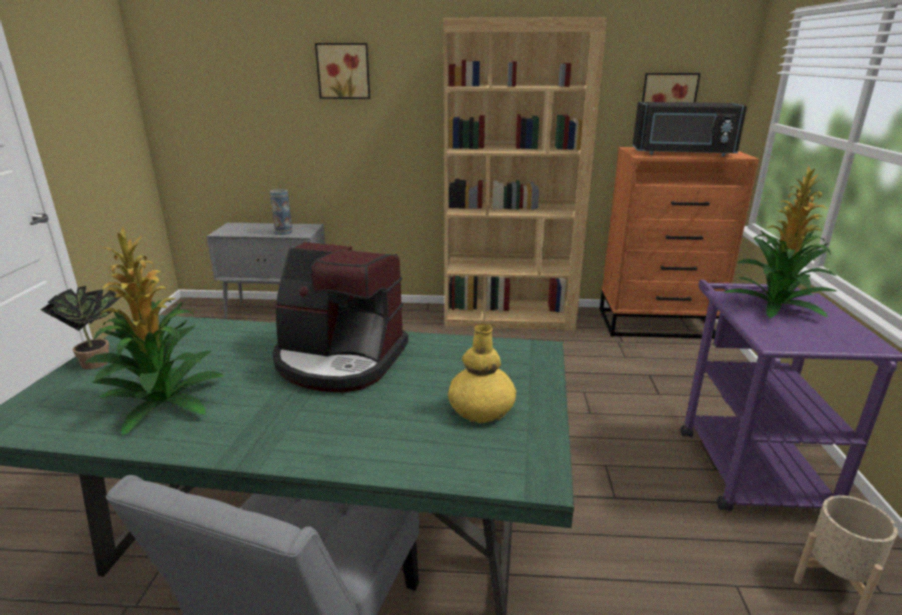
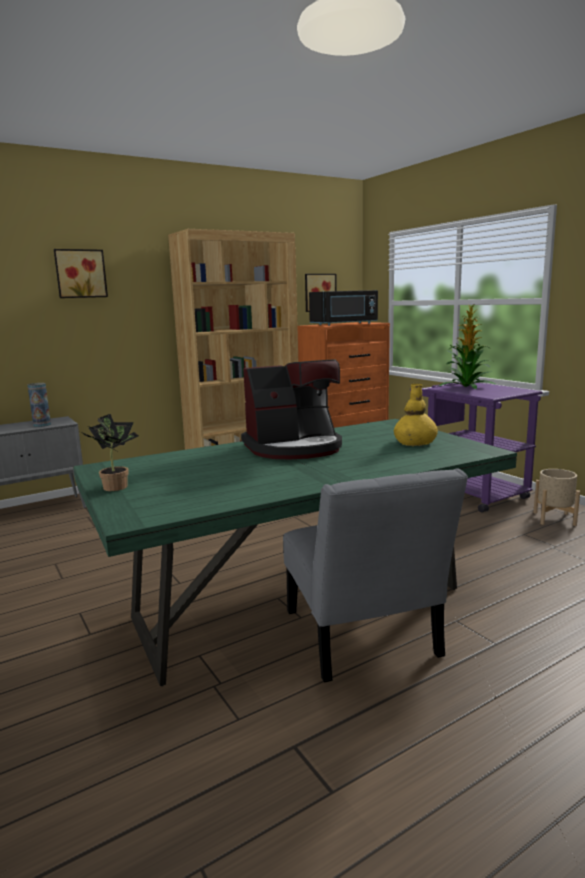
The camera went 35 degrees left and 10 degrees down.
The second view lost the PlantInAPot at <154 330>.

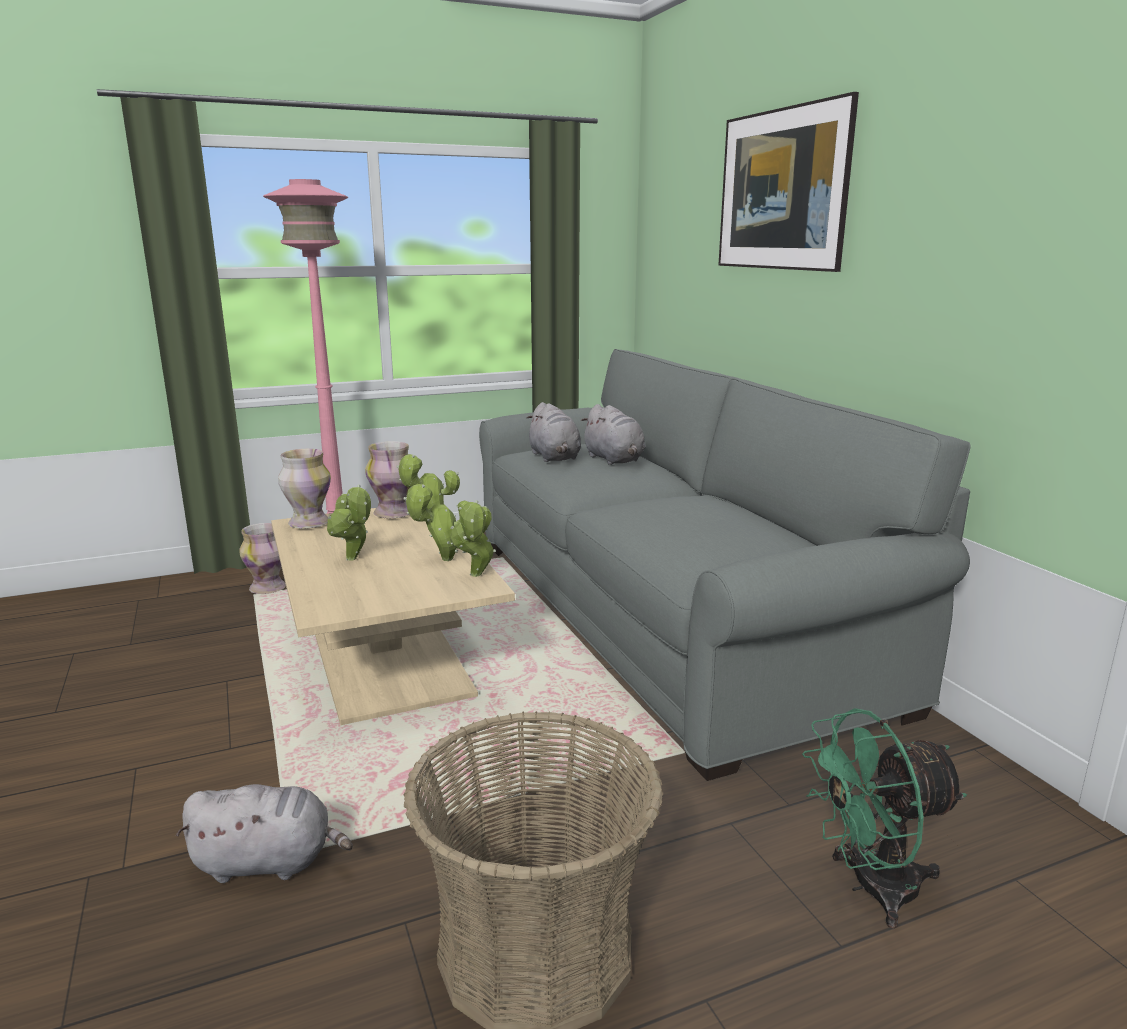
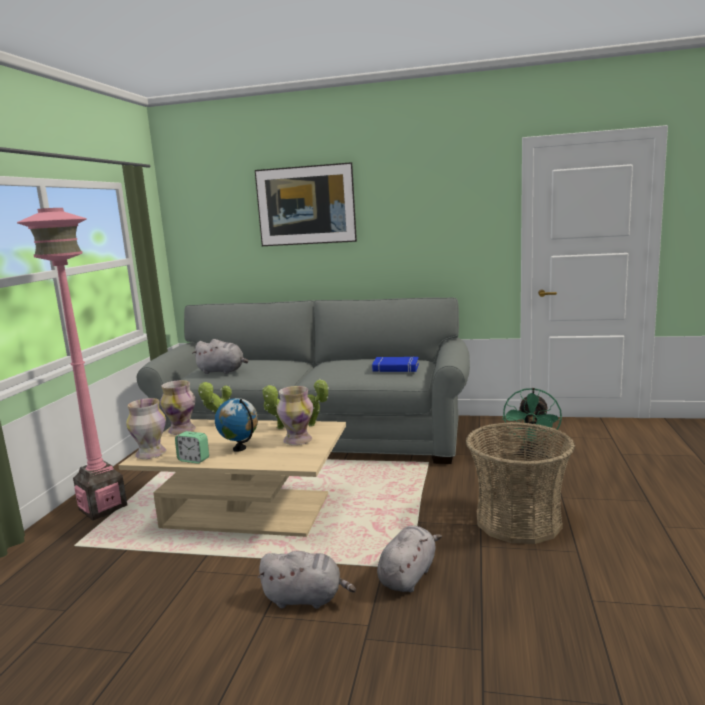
The camera went 55 degrees left and 5 degrees down.
The GreyCuddlyToy ended up elsewhere, having gone from <613 434> to <306 580>.
Where the PlantInAPot stood at <349 523>, the Globe came to stand at <236 425>.
The Vase ended up elsewhere, having gone from <262 558> to <295 415>.
The second view gained the BlueBook at <395 364>.
The second view gained the AlarmClock at <192 447>.

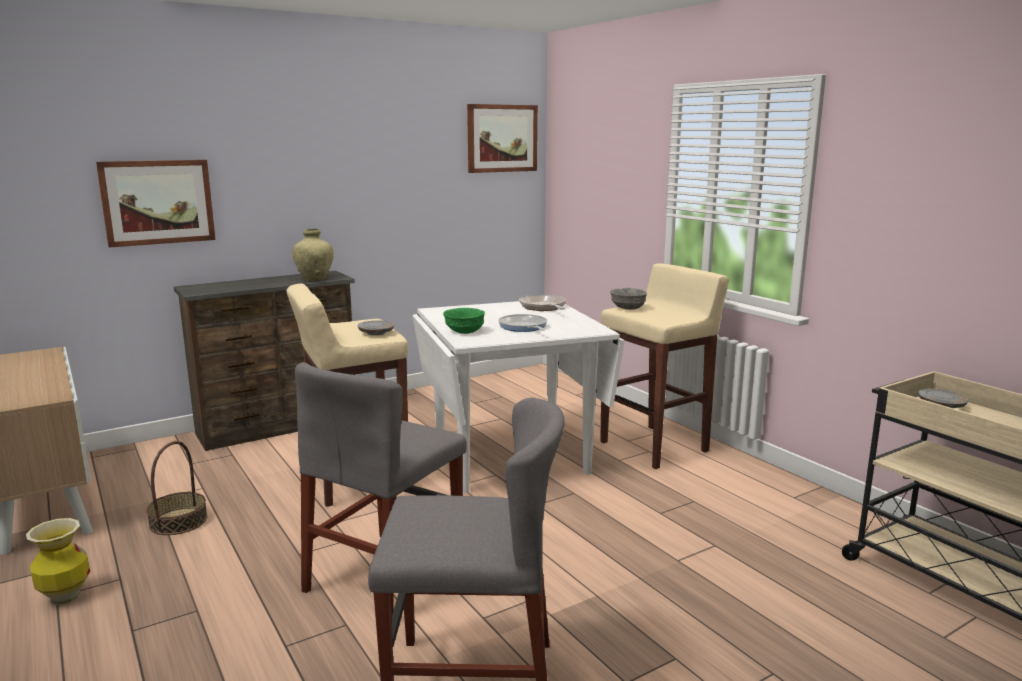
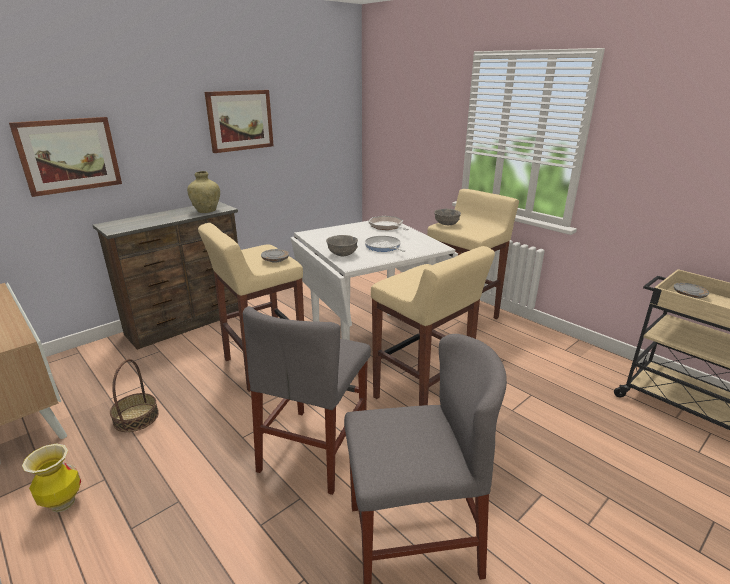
The camera went 10 degrees left and 10 degrees up.
The WallPicture ended up elsewhere, having gone from <502 138> to <239 121>.
What was the GreenishDeepDish at <464 321> turned into the GreyDeepDish at <342 245>.
The second view gained the SandColouredStoolSeat at <433 326>.

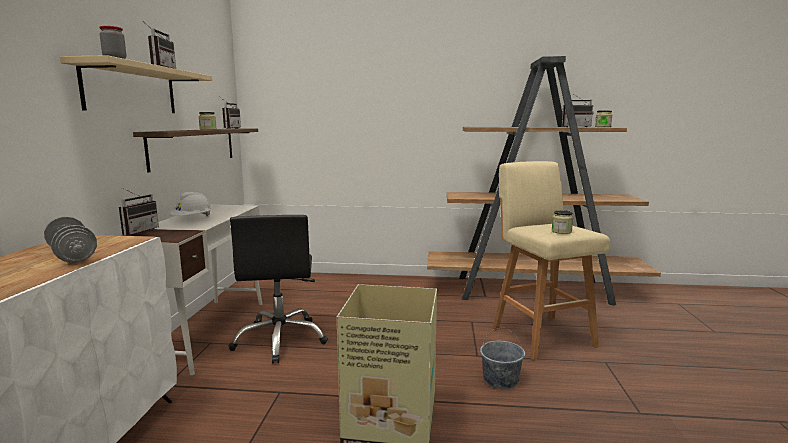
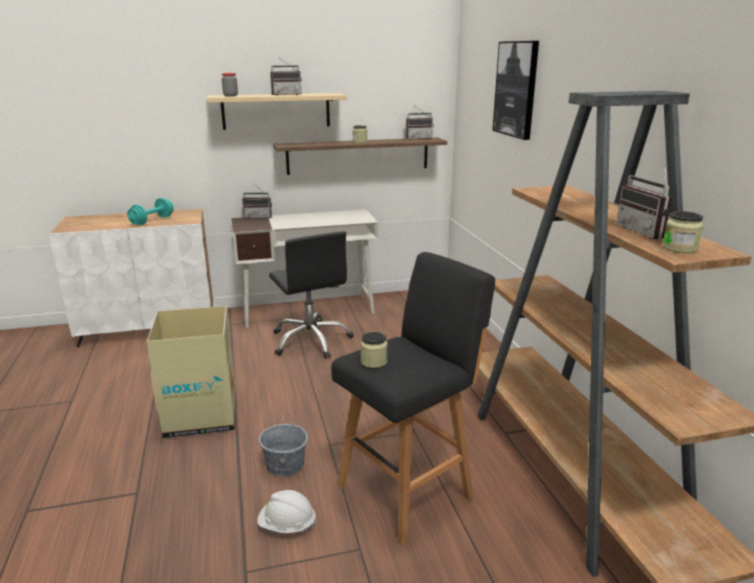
The camera went 70 degrees right and 10 degrees up.
What was the SandColouredStoolSeat at <551 260> turned into the BlackStoolSeat at <413 398>.
The WhiteColouredSafetyHelmet ended up elsewhere, having gone from <191 204> to <287 511>.
The BlackDeskChair at <278 289> ended up facing another way, 90 degrees counterclockwise from before.
What was the GreyDumbbell at <70 239> turned into the TurquoiseDumbbell at <150 211>.
The second view gained the WallPicture at <515 90>.

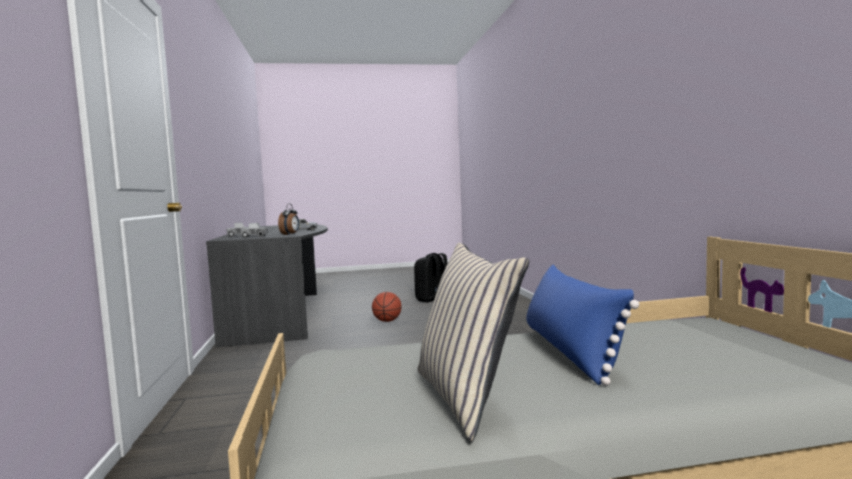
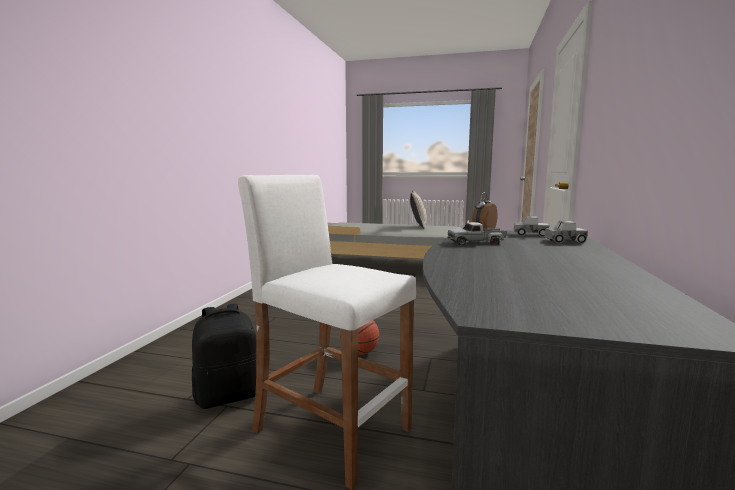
The camera went 155 degrees left and 5 degrees up.
The second view lost the BlueCushion at <582 325>.
The second view gained the WhiteColouredStoolSeat at <327 332>.

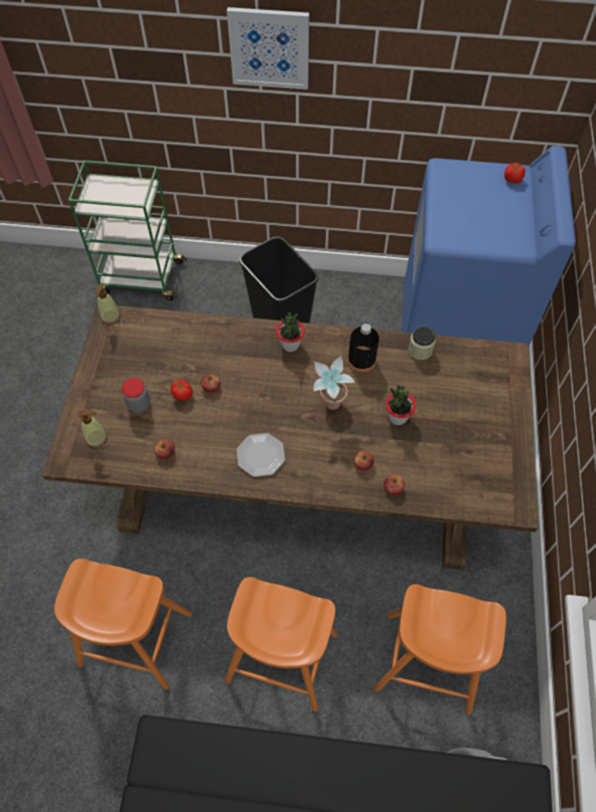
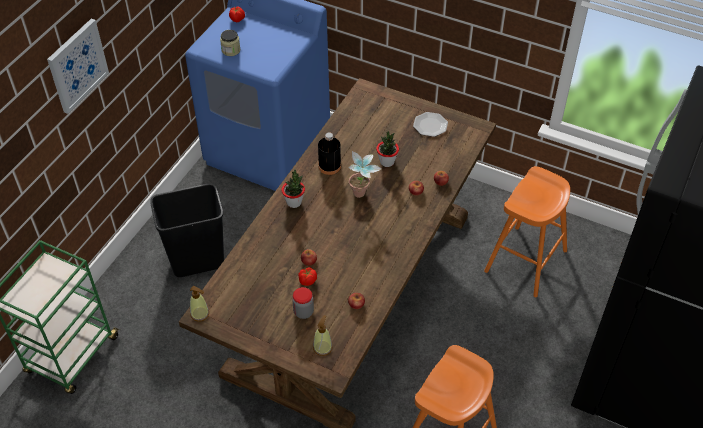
The camera went 70 degrees left and 10 degrees down.
The StorageJar ended up elsewhere, having gone from <422 343> to <230 43>.
The Plate ended up elsewhere, having gone from <261 455> to <430 124>.
The second view lost the OrangeStoolSeat at <281 644>.

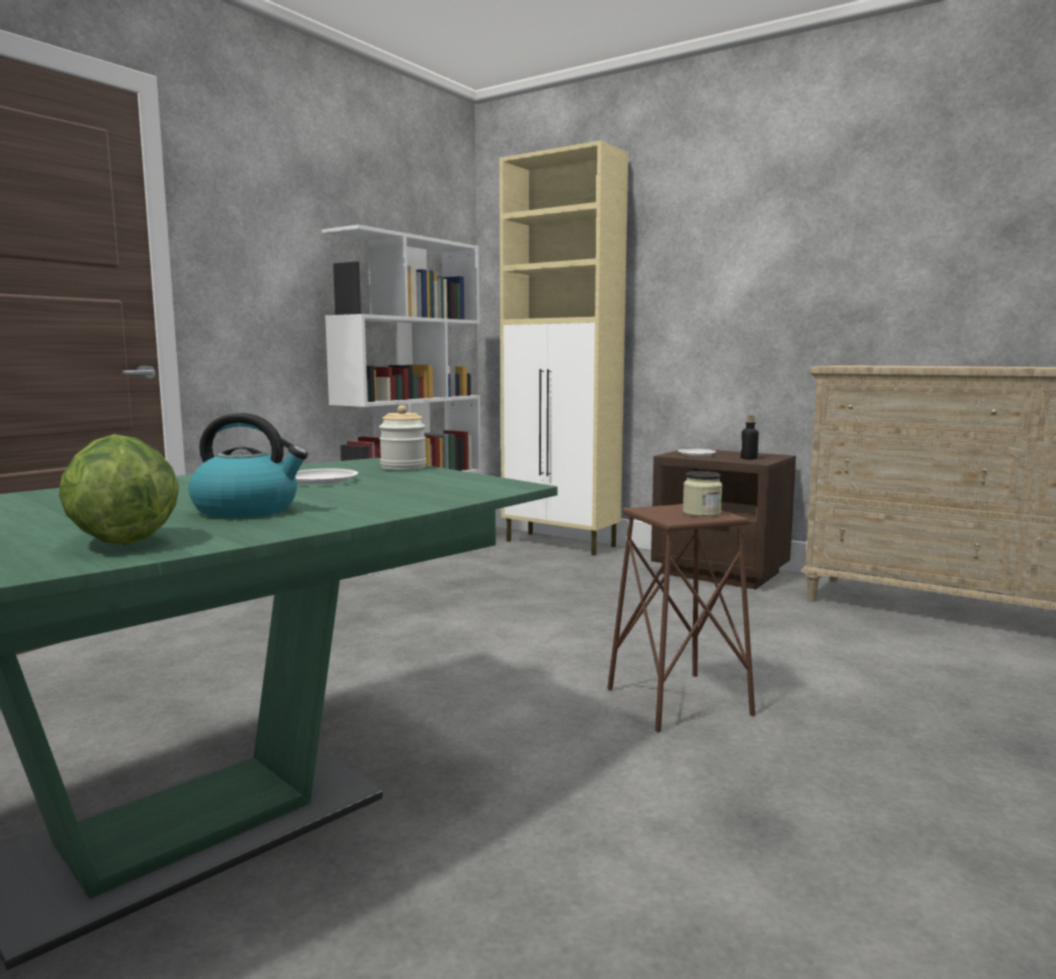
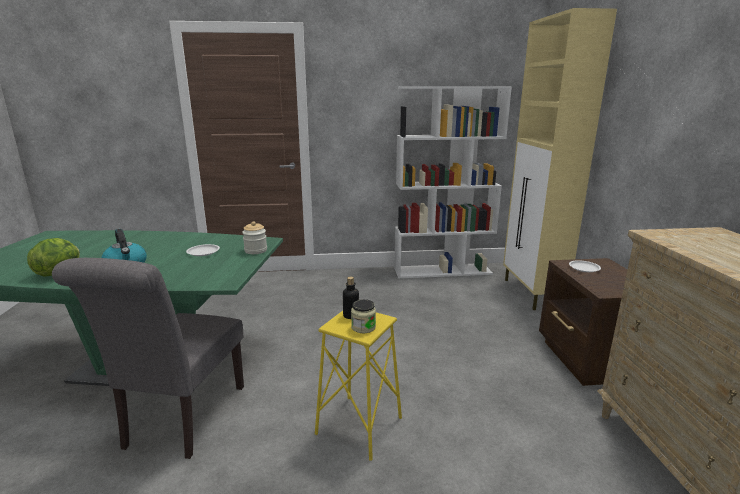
The camera went 50 degrees right and 10 degrees up.
The Bottle ended up elsewhere, having gone from <750 437> to <351 298>.
What was the BrownColouredStoolSeat at <681 618> turned into the YellowStoolSeat at <358 386>.
The second view gained the GreyUprightChair at <148 358>.

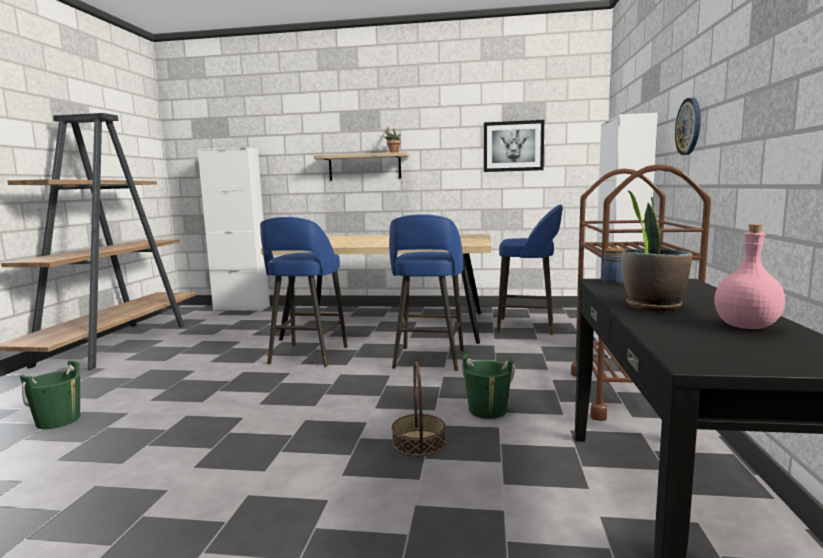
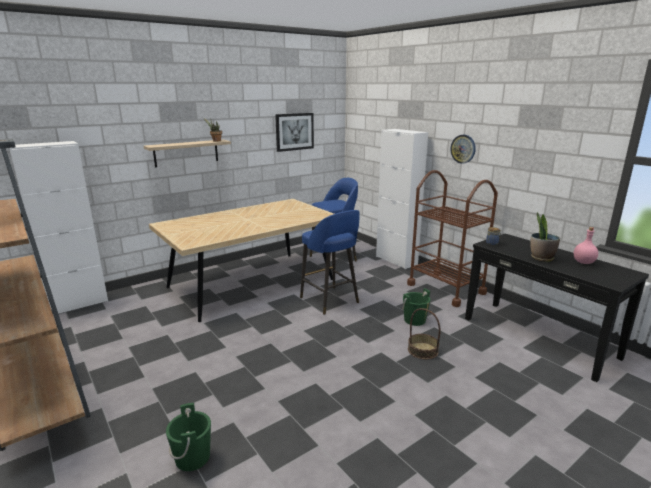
The camera went 45 degrees left and 10 degrees up.
The second view lost the BlueStoolSeat at <303 292>.

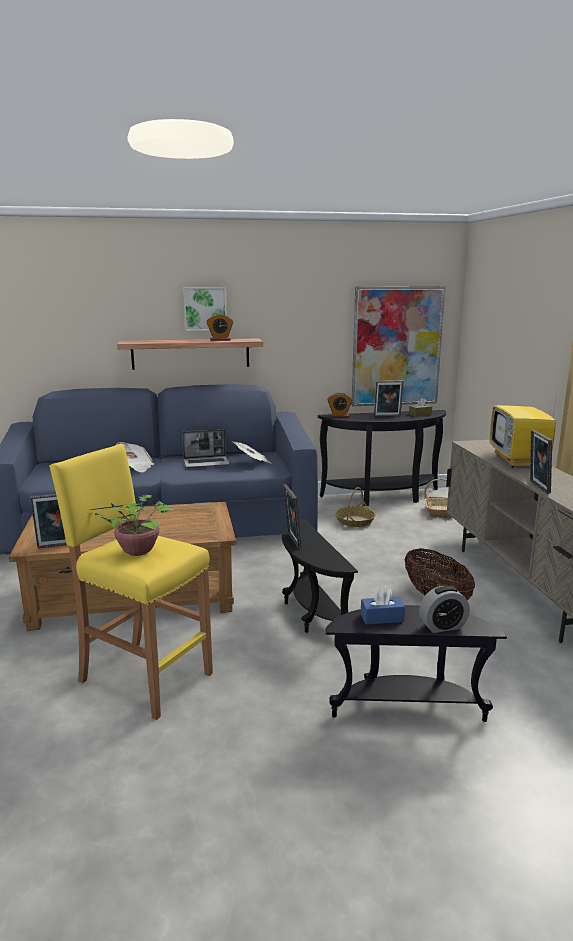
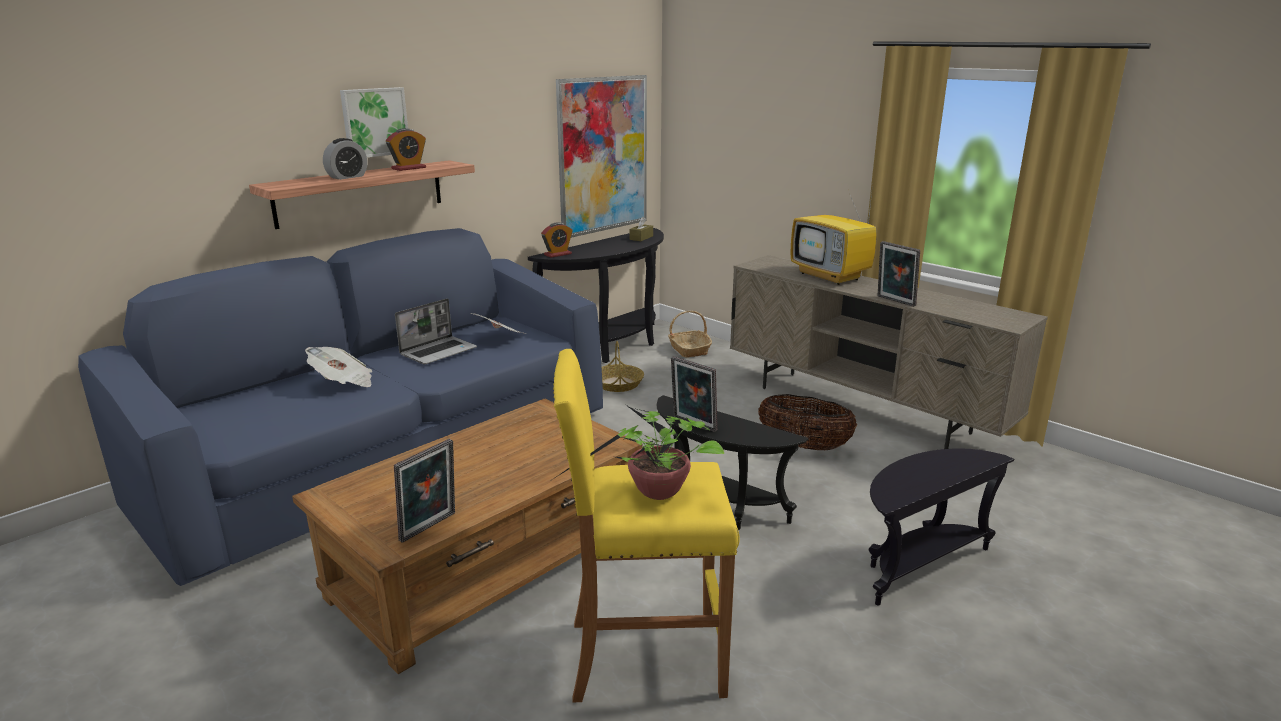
The camera went 35 degrees left and 5 degrees up.
The second view lost the PhotoFrame at <388 399>.
The AlarmClock ended up elsewhere, having gone from <444 609> to <345 159>.
The second view lost the BlueTissueBox at <383 606>.

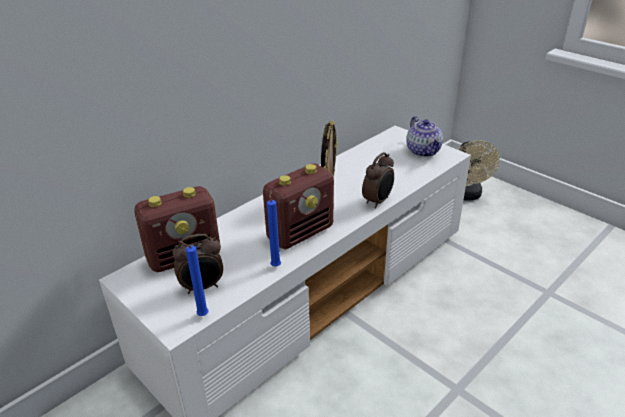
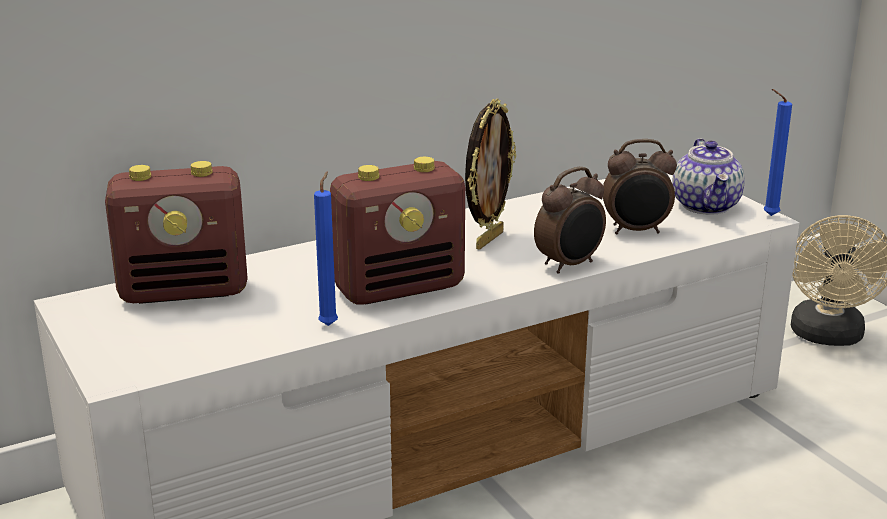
The camera went 15 degrees right and 10 degrees down.
The AlarmClock ended up elsewhere, having gone from <197 264> to <640 186>.
The BlueWaxCandle ended up elsewhere, having gone from <193 278> to <777 152>.

